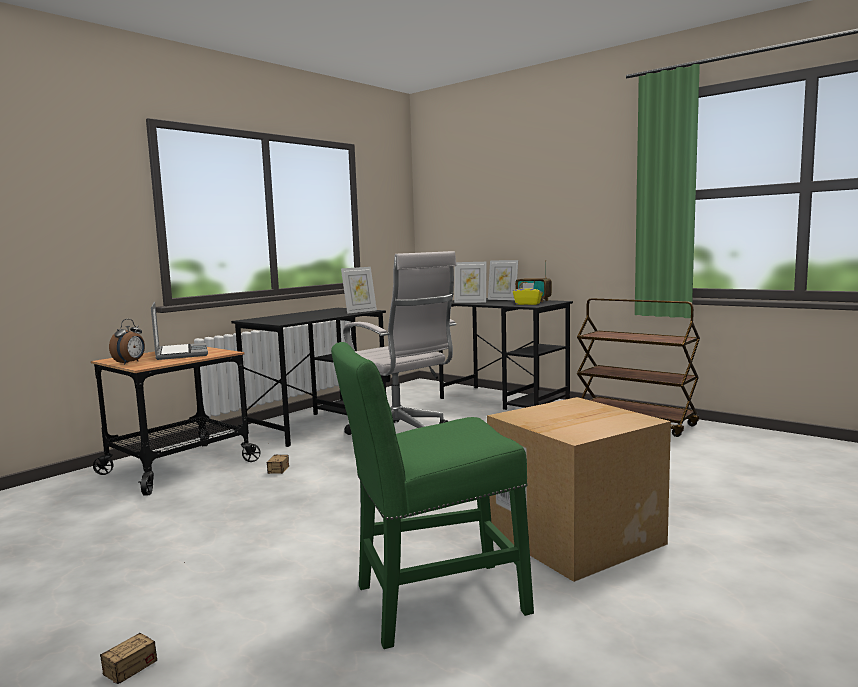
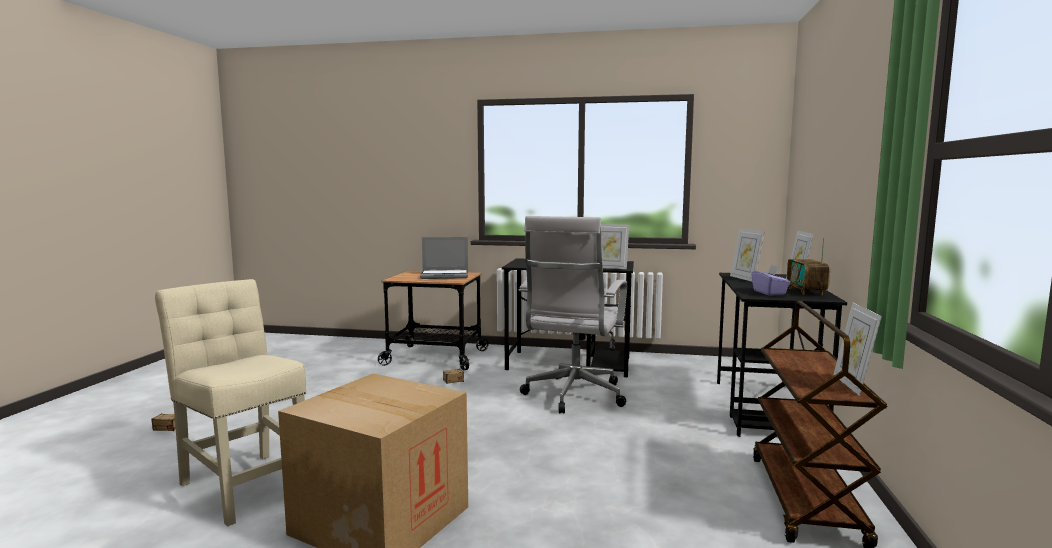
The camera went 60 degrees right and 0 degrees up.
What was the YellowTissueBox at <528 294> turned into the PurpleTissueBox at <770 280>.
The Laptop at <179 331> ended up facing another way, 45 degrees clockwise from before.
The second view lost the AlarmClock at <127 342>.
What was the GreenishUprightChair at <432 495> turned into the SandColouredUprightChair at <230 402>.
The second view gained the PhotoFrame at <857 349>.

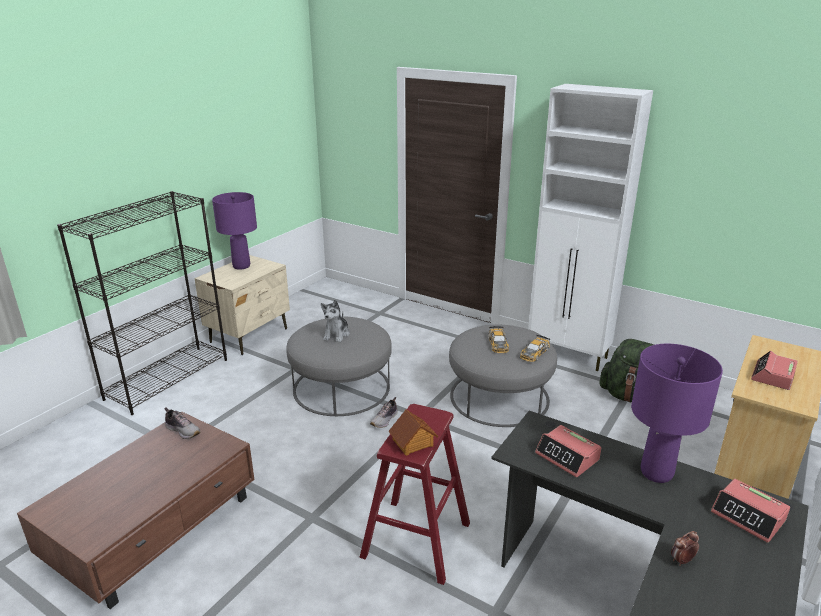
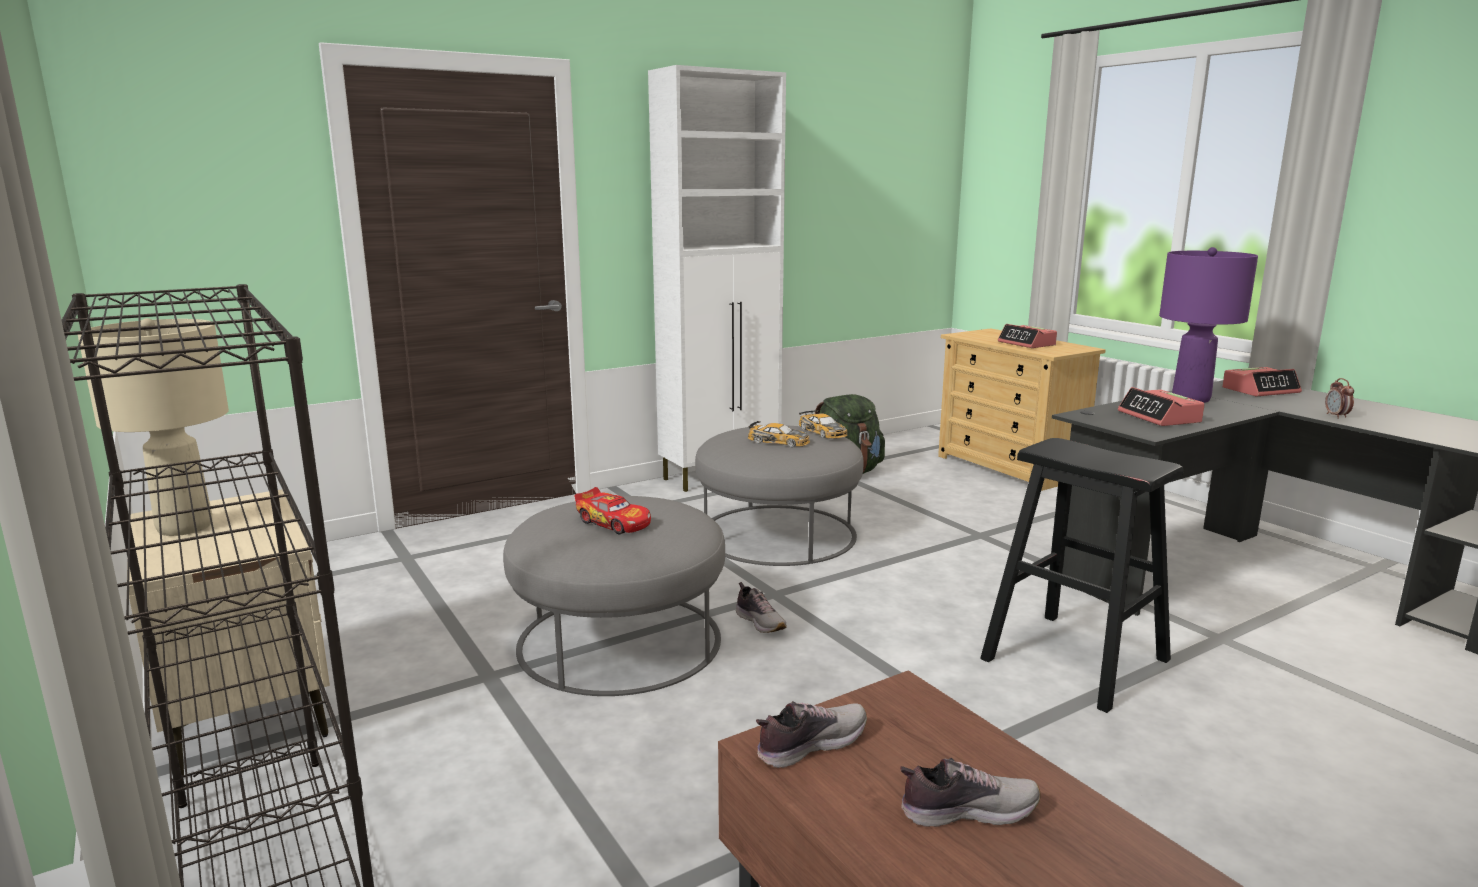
The camera went 65 degrees left and 10 degrees down.
What was the PurpleTableLamp at <234 231> turned into the SandColouredTableLamp at <153 427>.
Where the CuddlyToy stood at <335 321>, the ModelCar came to stand at <613 510>.
What was the ReddishStoolSeat at <415 494> turned into the BlackStoolSeat at <1082 575>.
The second view lost the ModelHouse at <413 432>.
The AlarmClock at <568 451> ended up facing another way, 90 degrees clockwise from before.
The second view gained the Shoe at <970 792>.

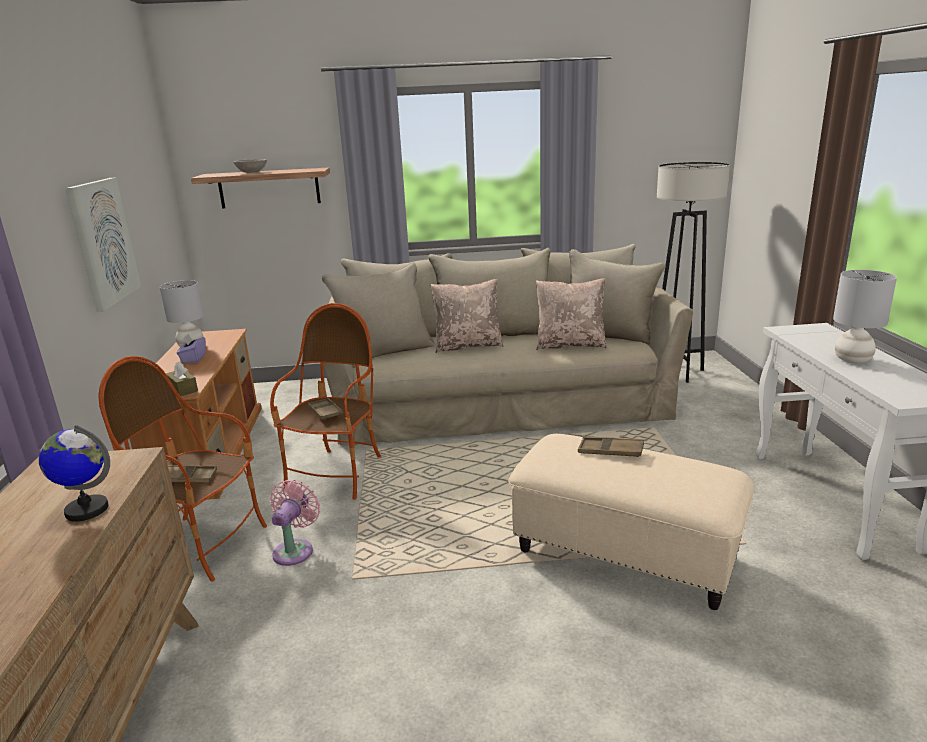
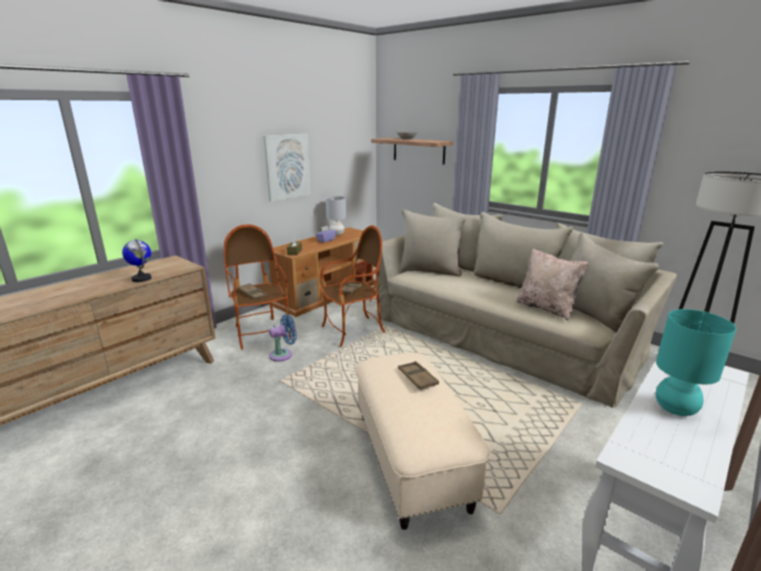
The camera went 45 degrees right and 0 degrees up.
What was the GreyTableLamp at <865 316> turned into the TurquoiseTableLamp at <696 362>.
The second view lost the SandColouredCushion at <467 316>.
What was the PinkColouredElectricFan at <295 523> turned into the BlueElectricFan at <283 338>.

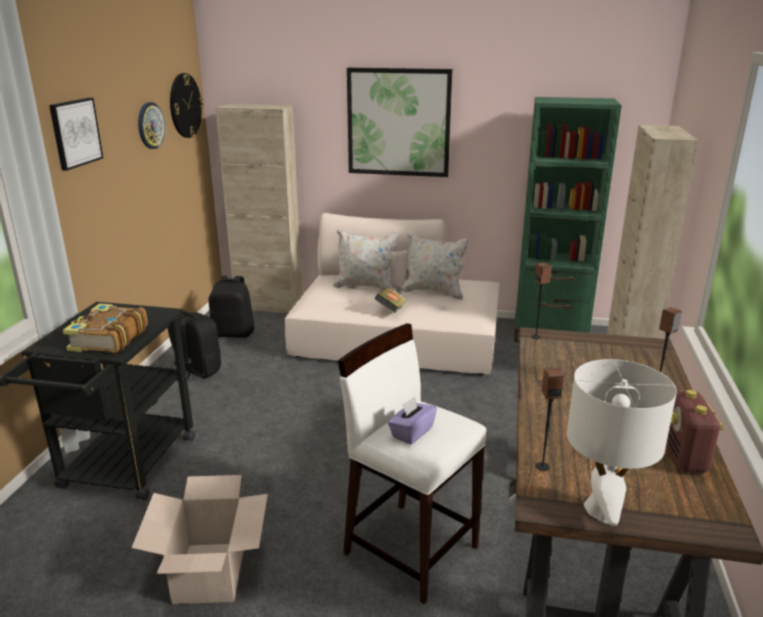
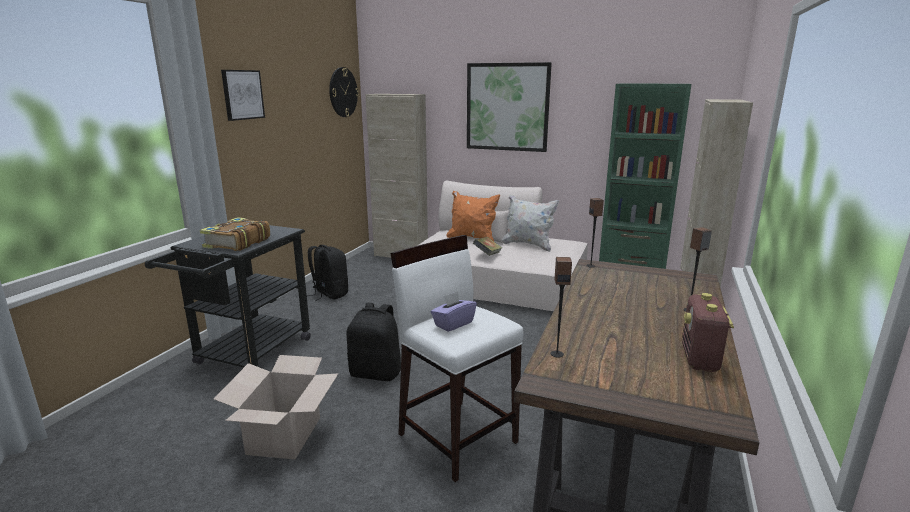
The camera went 10 degrees right and 5 degrees down.
The second view lost the ClockOnTheWall at <151 125>.
What was the WhiteColouredCushion at <365 259> turned into the OrangeCushion at <473 216>.
The BlackRucksack ended up elsewhere, having gone from <231 307> to <373 342>.
The second view lost the WhiteColouredTableLamp at <622 442>.

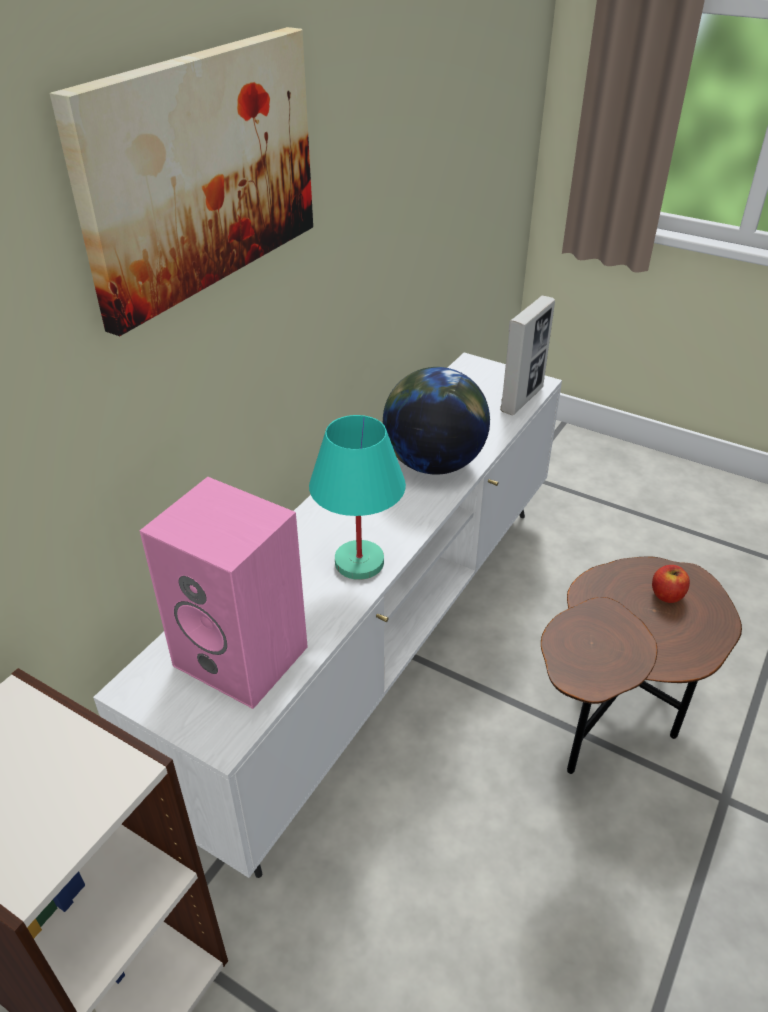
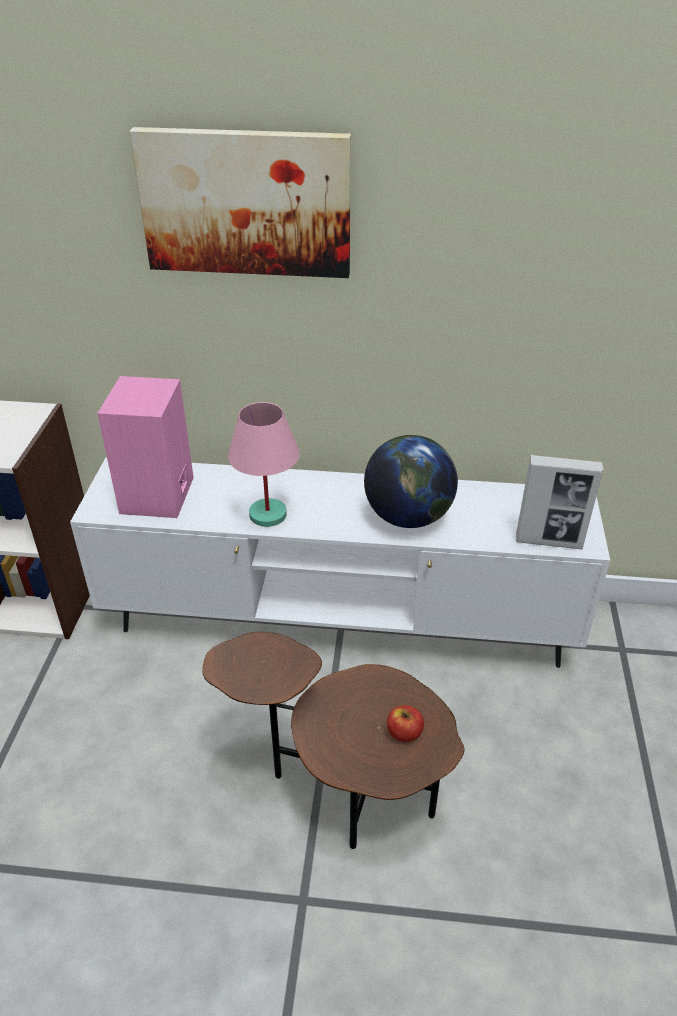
The camera went 65 degrees right and 0 degrees up.
What was the TurquoiseTableLamp at <357 497> turned into the PinkColouredTableLamp at <264 464>.

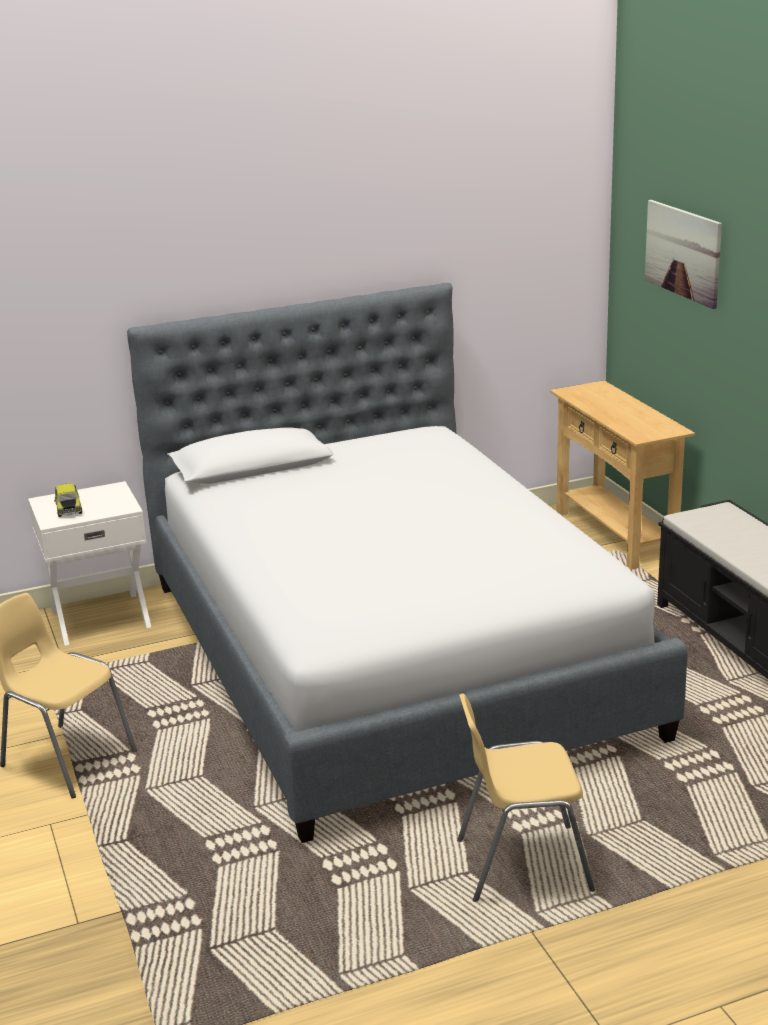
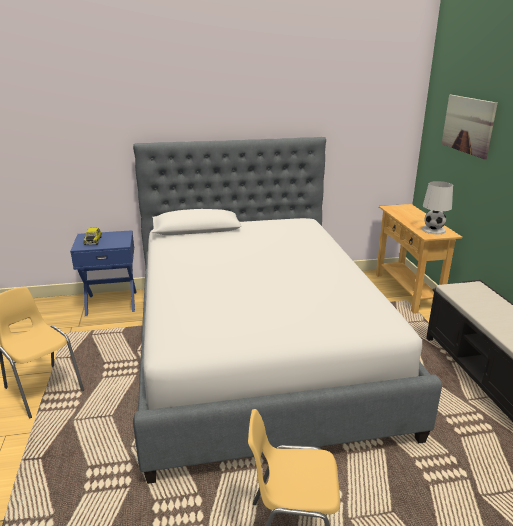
The camera went 10 degrees right and 0 degrees up.
What was the WhiteColouredBedsideTable at <89 563> turned into the BlueBedsideTable at <103 273>.
The second view gained the WhiteColouredTableLamp at <437 207>.

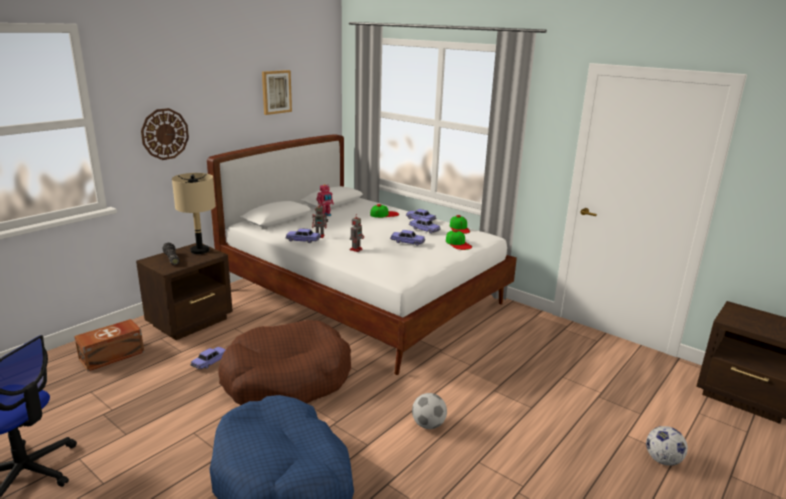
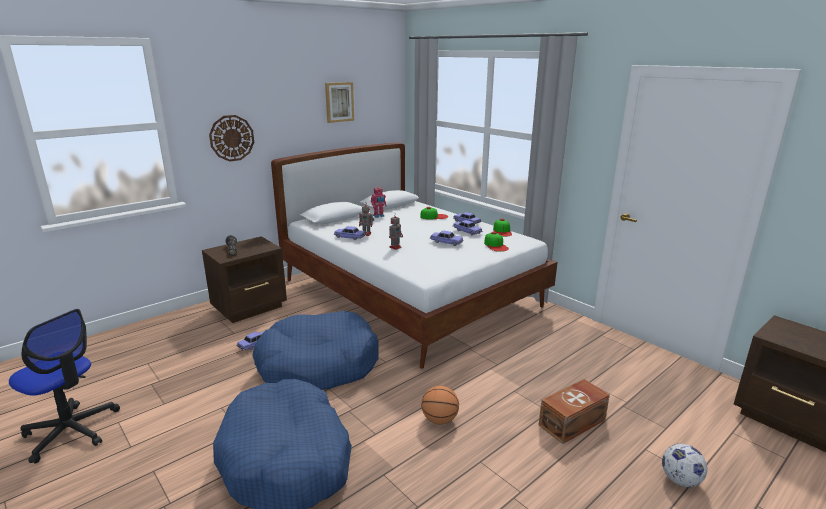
The camera went 10 degrees right and 0 degrees up.
The second view lost the SandColouredTableLamp at <194 213>.
The BrownColouredStorageBin ended up elsewhere, having gone from <109 345> to <574 411>.
What was the BrownColouredDogCushion at <284 362> turned into the BlueDogCushion at <315 350>.
Where the BallForFootball stood at <429 411>, the BasketballBall came to stand at <440 405>.

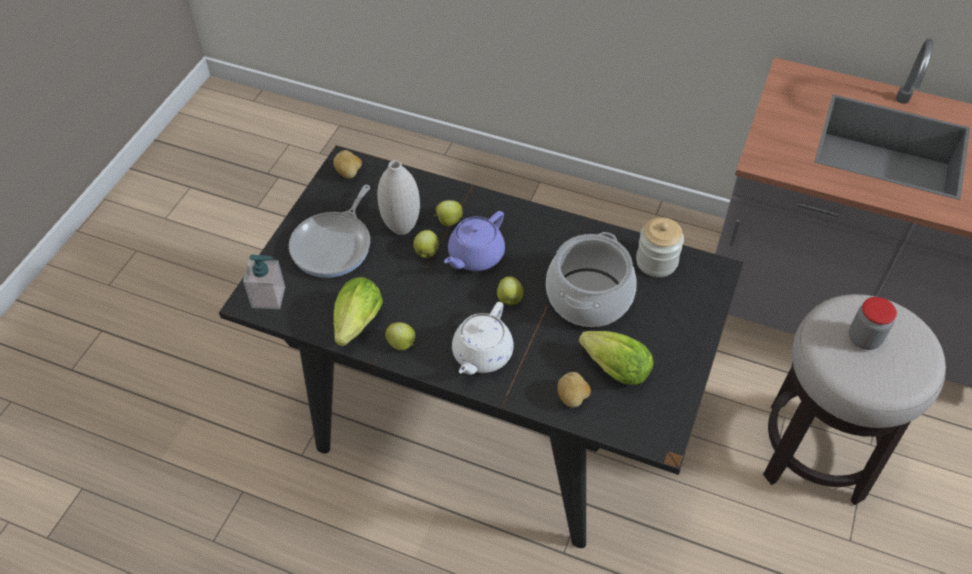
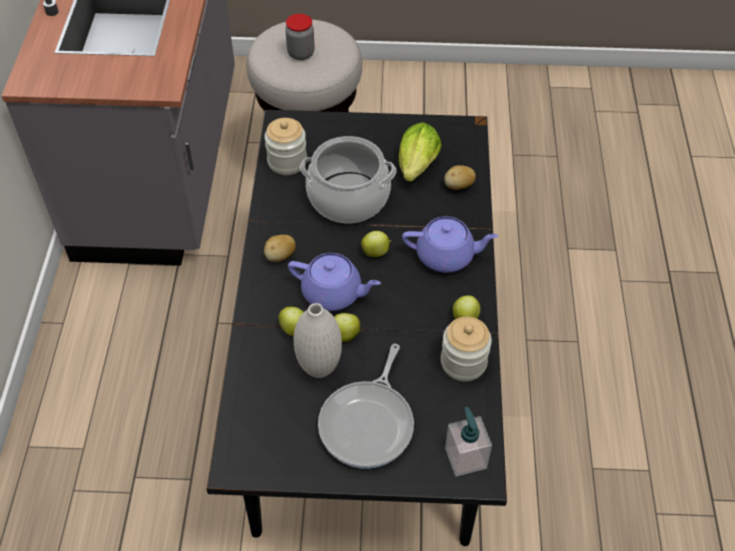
The camera went 110 degrees left and 0 degrees up.
The Potato ended up elsewhere, having gone from <347 164> to <279 248>.
The FryingPan at <329 231> ended up facing another way, 105 degrees clockwise from before.
Where the Lettuce stood at <358 311>, the StorageJar came to stand at <466 349>.
What was the WhiteColouredPotForTea at <483 338> turned into the PurplePotForTea at <450 244>.

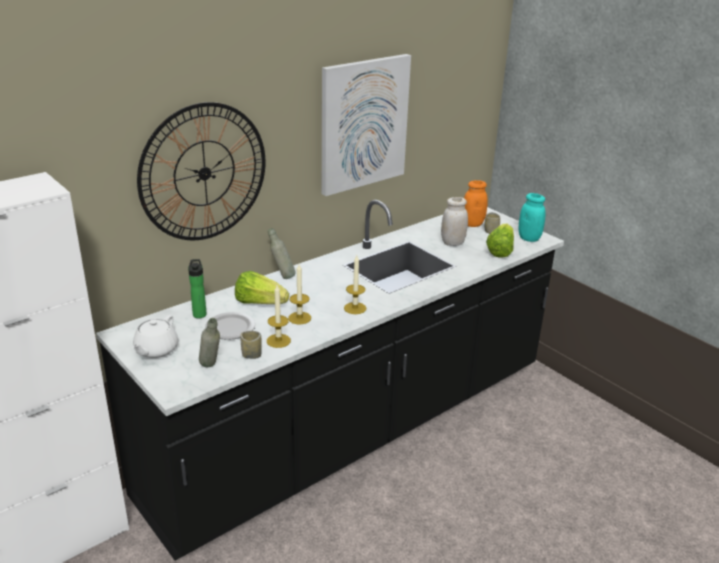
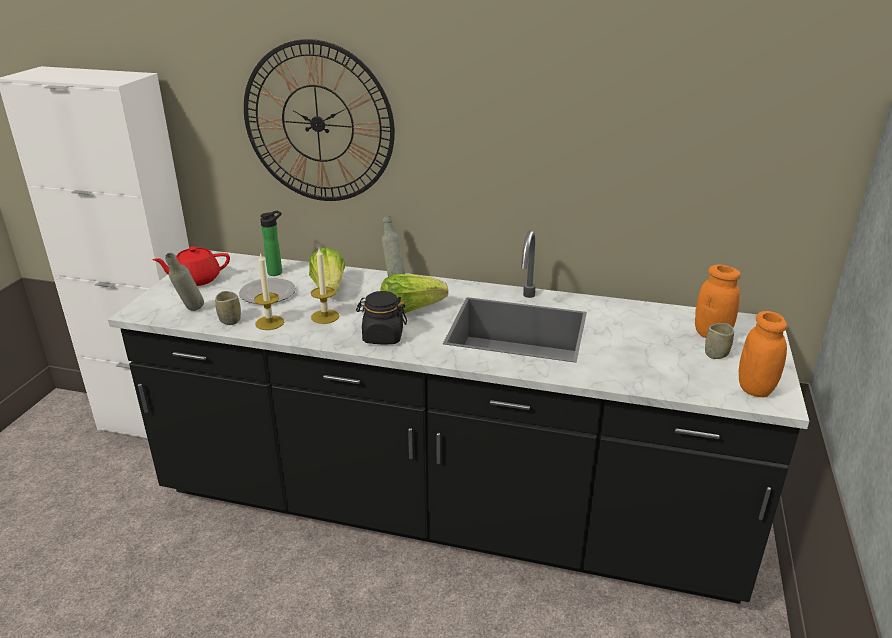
The camera went 55 degrees right and 0 degrees up.
The second view lost the WallPicture at <366 125>.
What was the TurquoiseStorageJar at <532 217> turned into the OrangeStorageJar at <763 354>.
The second view lost the WhiteColouredStorageJar at <454 221>.
The Lettuce ended up elsewhere, having gone from <500 240> to <414 294>.
Where the WaxCandle stood at <355 284>, the BlackStorageJar came to stand at <381 317>.
What was the WhiteColouredPotForTea at <155 336> turned into the ReddishPotForTea at <191 266>.

